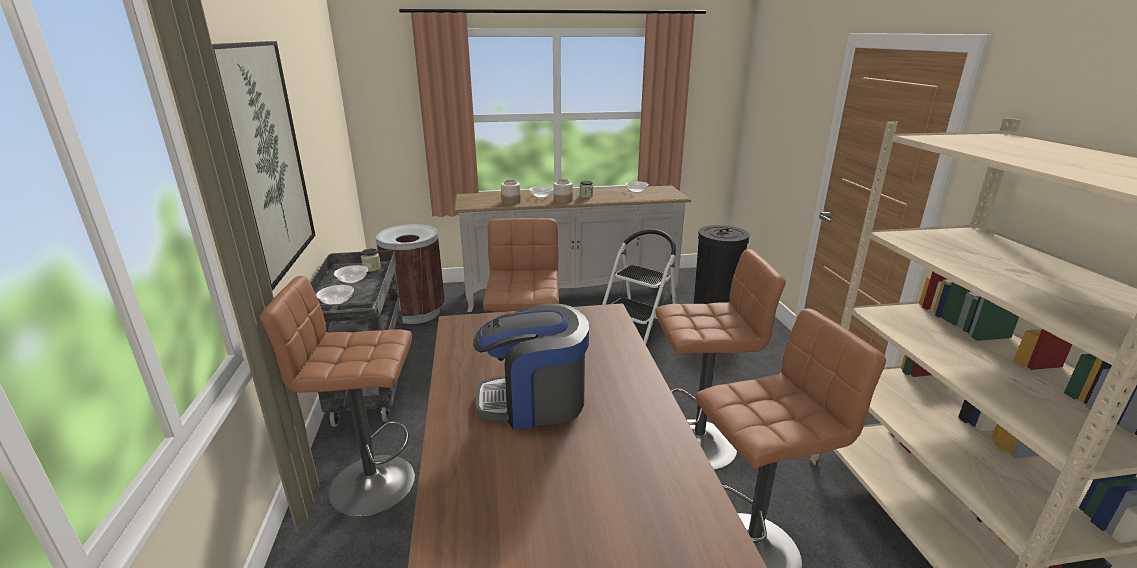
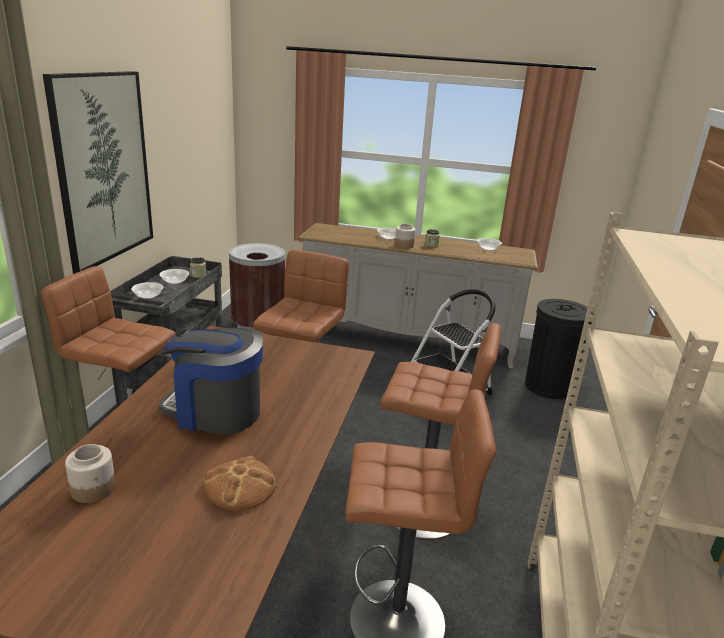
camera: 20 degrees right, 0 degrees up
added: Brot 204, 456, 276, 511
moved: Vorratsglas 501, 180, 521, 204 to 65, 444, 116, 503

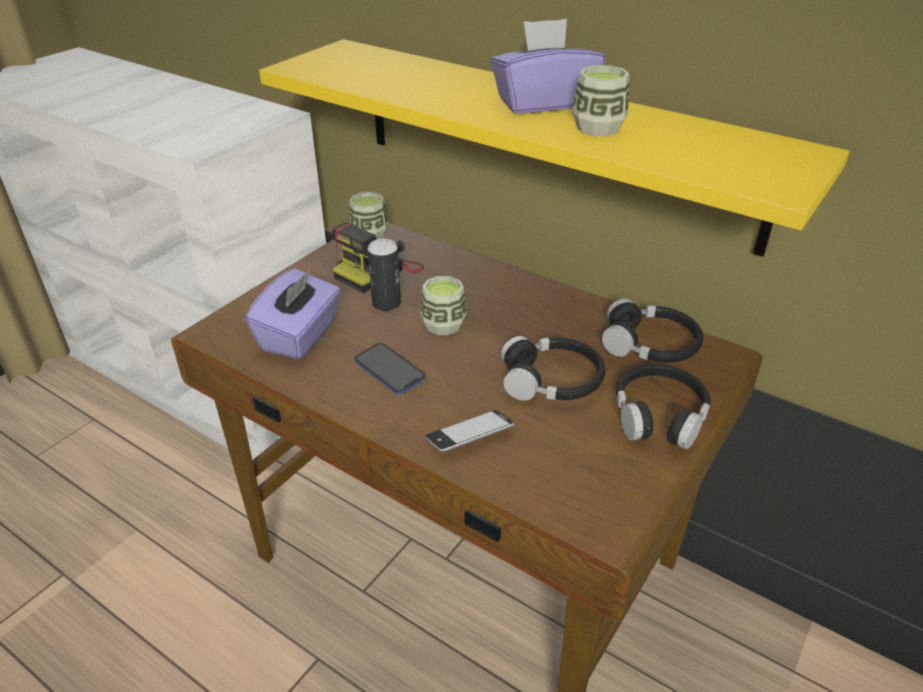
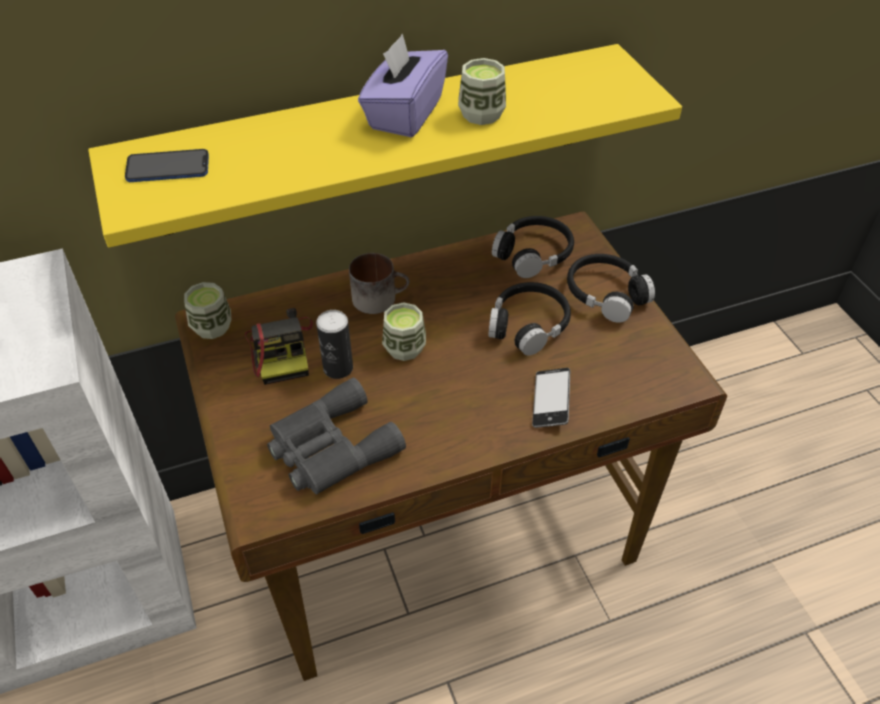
camera: 55 degrees left, 10 degrees up
added: Henkelbecher 349, 253, 410, 314
moved: Handy 355, 343, 425, 395 to 125, 149, 209, 182
replaced: Taschentuchbox/lila 245, 269, 341, 359 to Fernglas/grau 267, 378, 406, 495

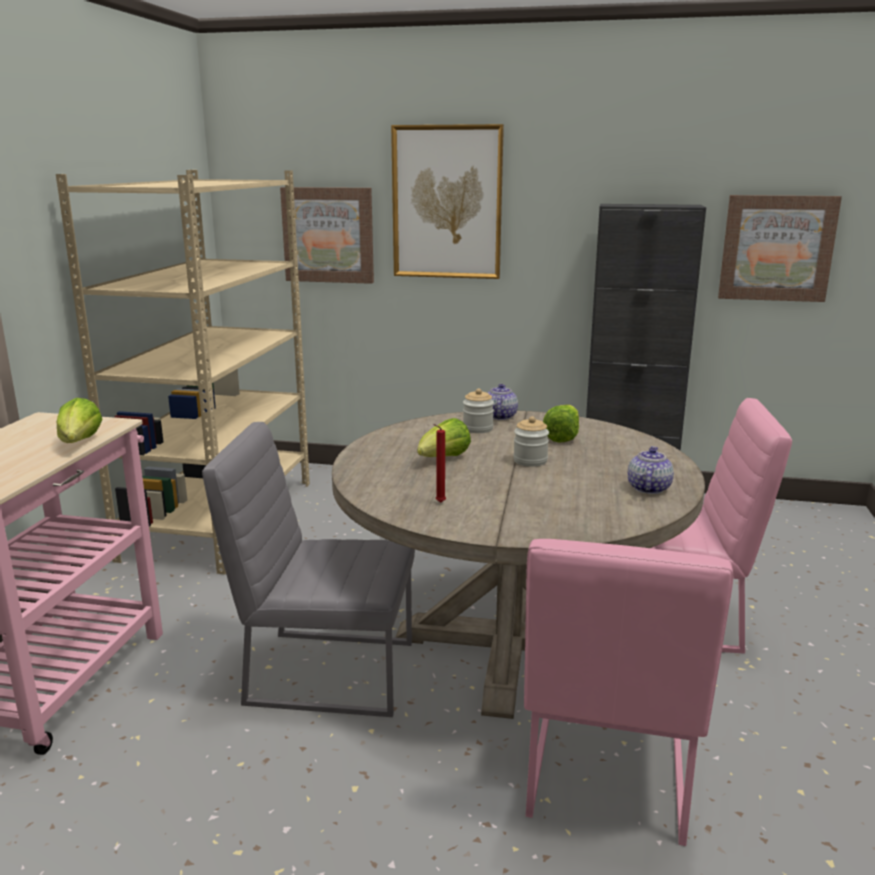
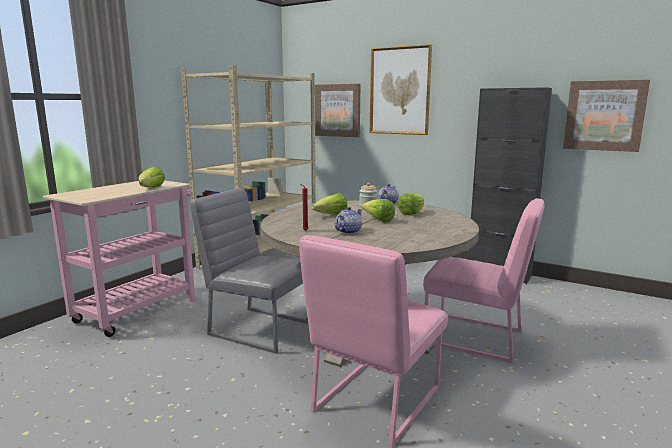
camera: 20 degrees right, 5 degrees down
moved: Teekanne 628, 446, 674, 494 to 335, 207, 362, 234
replaced: Vorratsglas 513, 416, 549, 467 to Salatkopf 361, 199, 395, 222

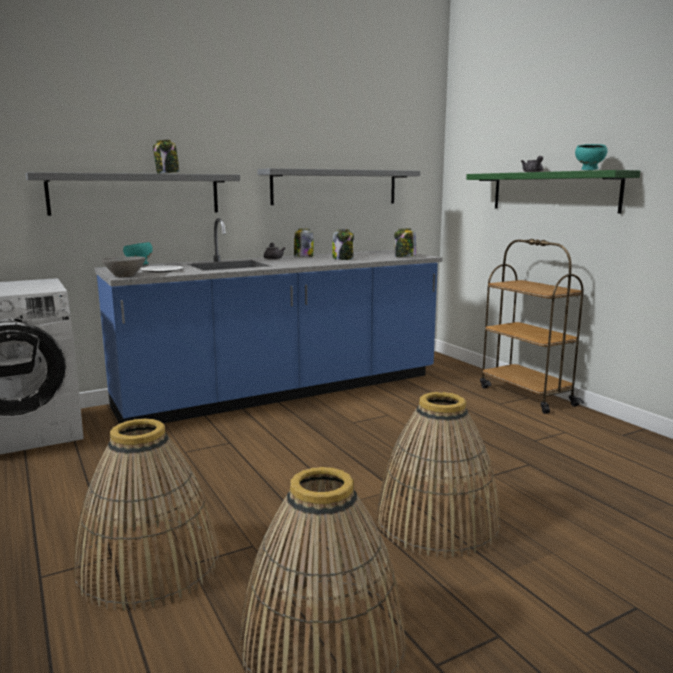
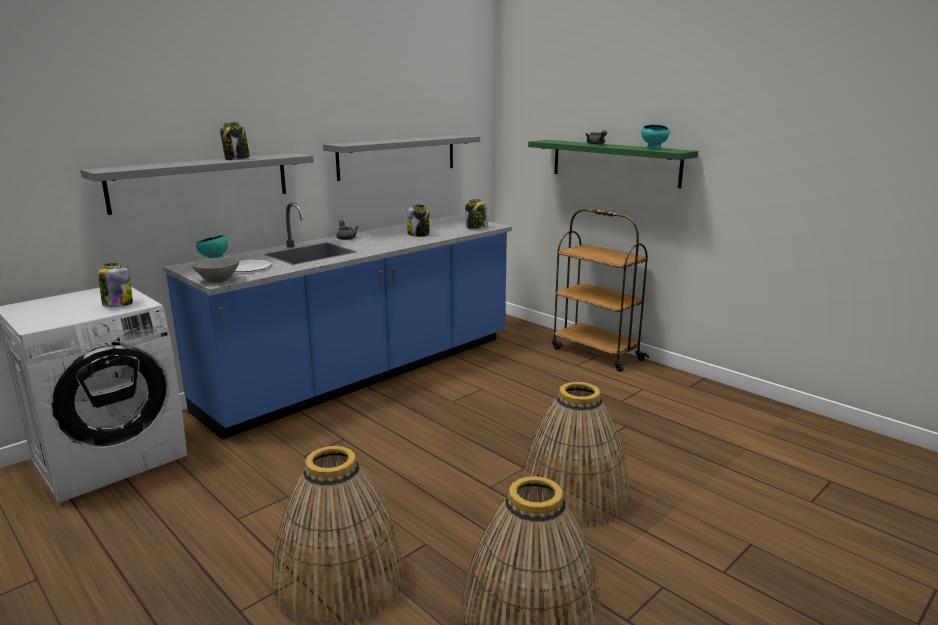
camera: 15 degrees left, 5 degrees up
moved: Vorratsglas 294, 228, 314, 257 to 98, 263, 133, 307

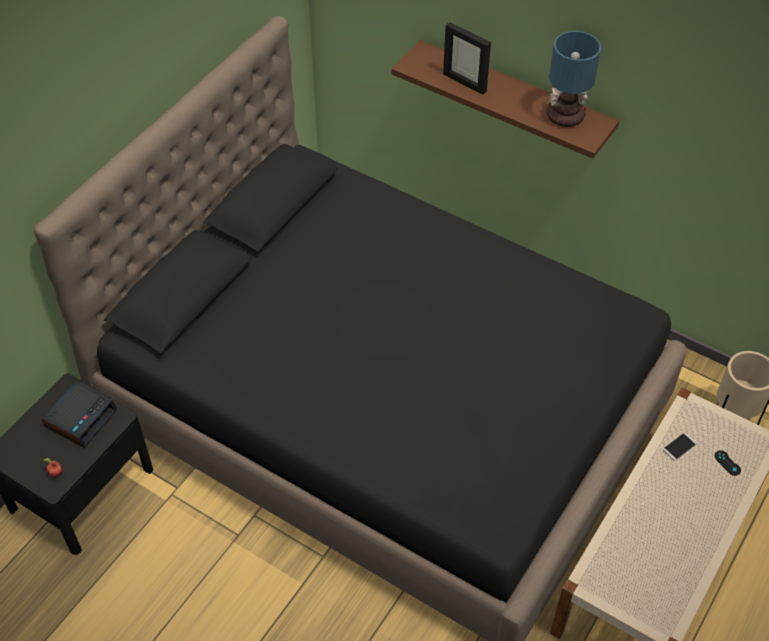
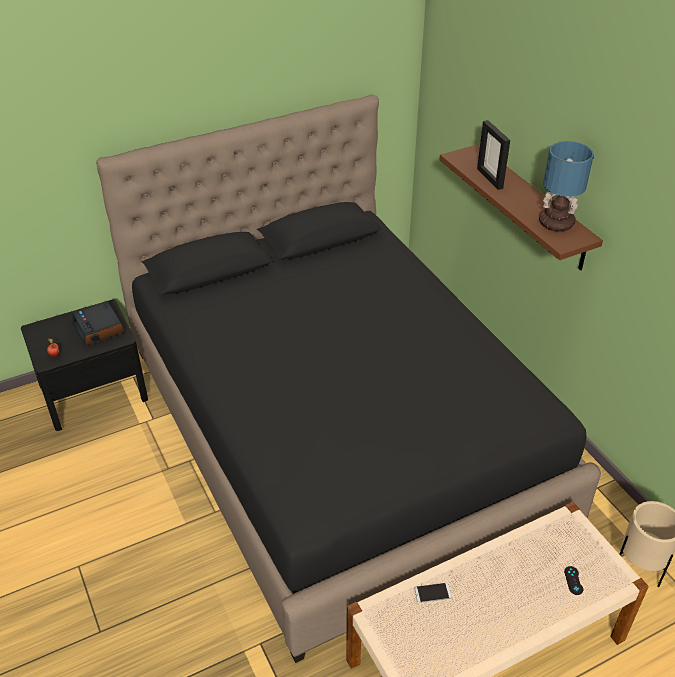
camera: 30 degrees right, 10 degrees down
moved: Handy 663, 433, 697, 461 to 414, 583, 452, 603
turned: Wecker 41, 381, 118, 448 = 72, 301, 124, 346 90 degrees clockwise

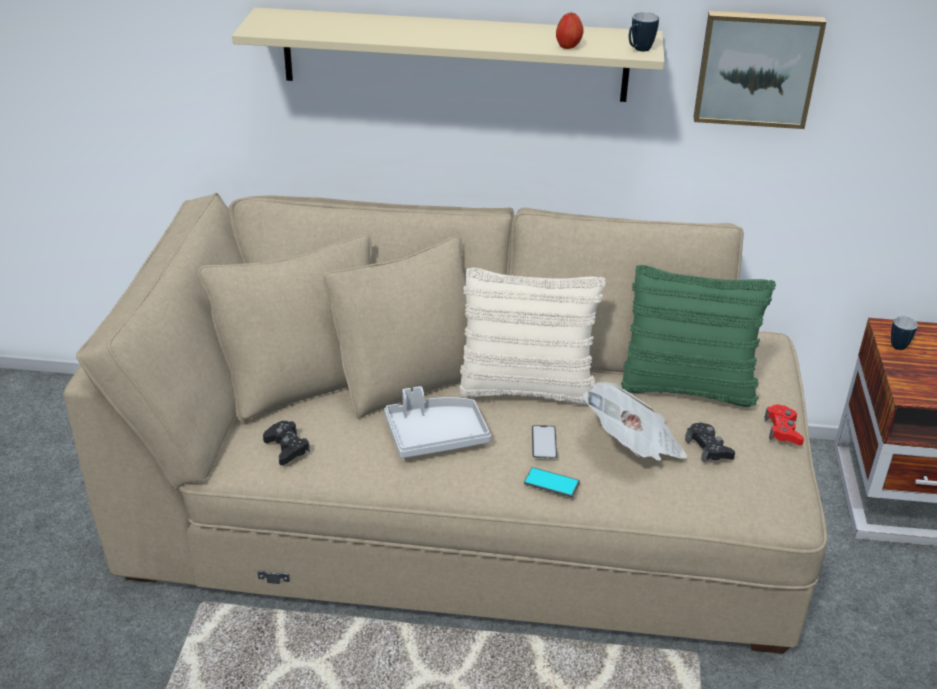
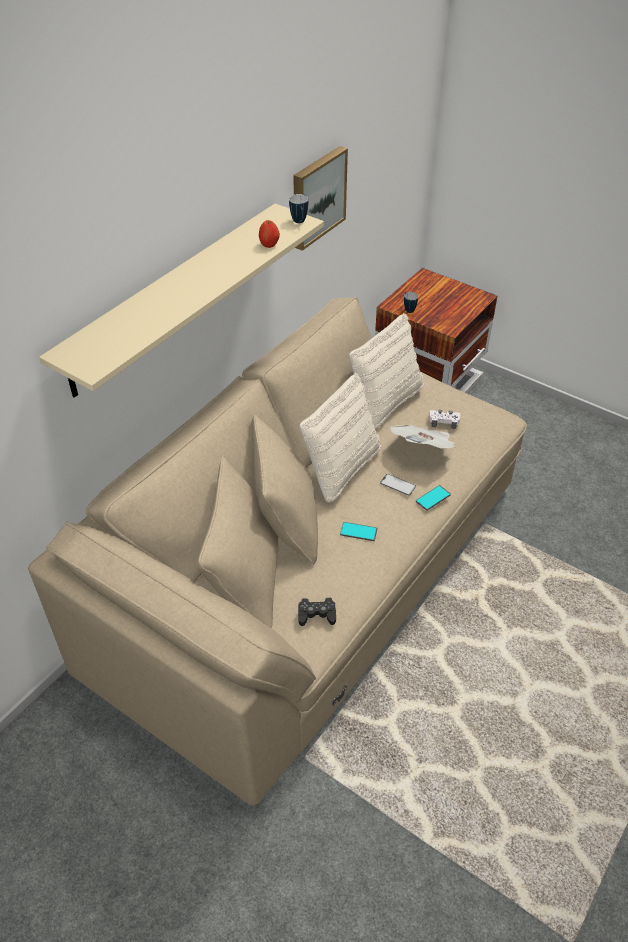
camera: 60 degrees left, 10 degrees up
removed: Gamepad/rot 764, 405, 804, 446
replaced: Tablett/grau 384, 386, 491, 458 to Handy 340, 522, 377, 541
recoloured: Kissen/grün 621, 265, 776, 407 to Kissen/beige 349, 313, 424, 430; Gamepad/schwarz 685, 422, 735, 463 to Gamepad/weiß 429, 410, 460, 429

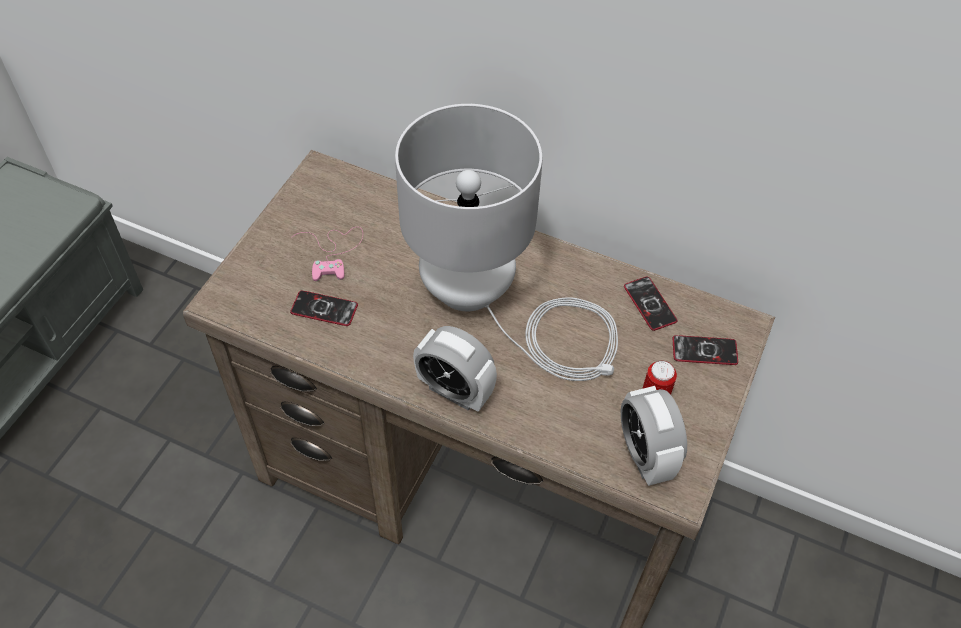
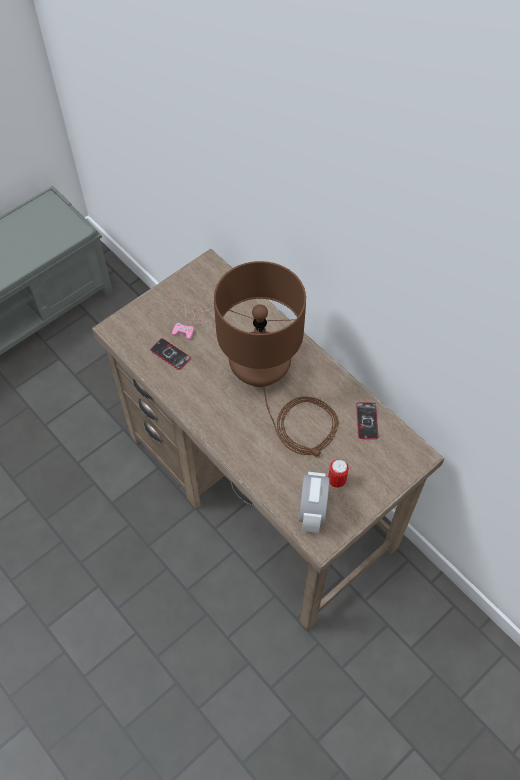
camera: 25 degrees right, 5 degrees up
removed: Wecker 413, 326, 497, 412; Handy 673, 335, 738, 365
recoloured: Tischlampe/weiß 395, 104, 618, 381 to Tischlampe/braun 214, 261, 338, 457

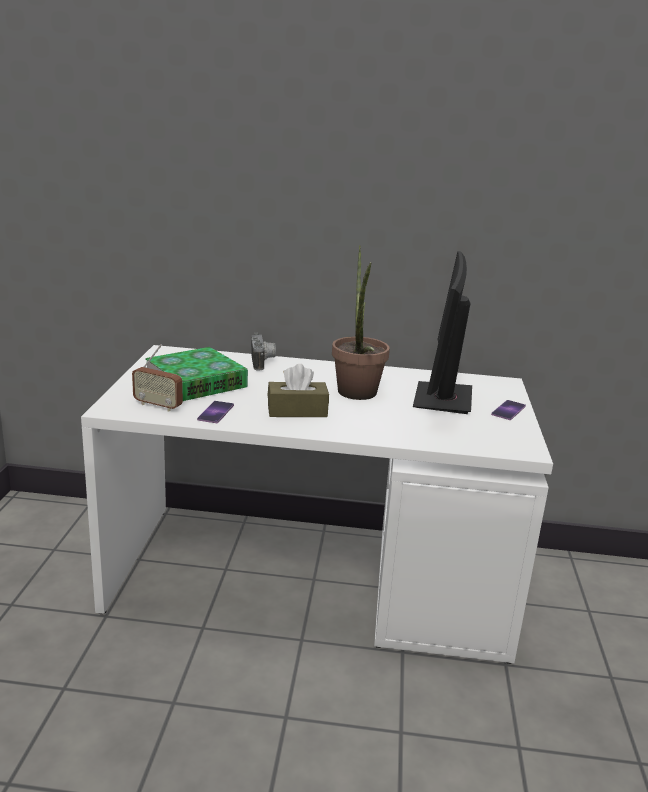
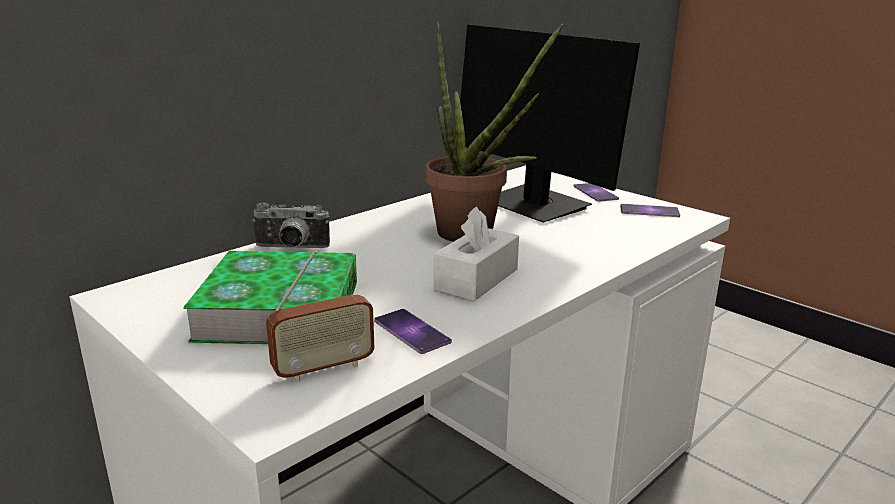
camera: 50 degrees left, 0 degrees up
added: Handy 620, 204, 680, 217
recoloured: Taschentuchbox/braun 268, 364, 329, 417 to Taschentuchbox/weiß 434, 206, 519, 301
turned: Kamera 251, 332, 276, 370 = 252, 203, 330, 248 150 degrees clockwise

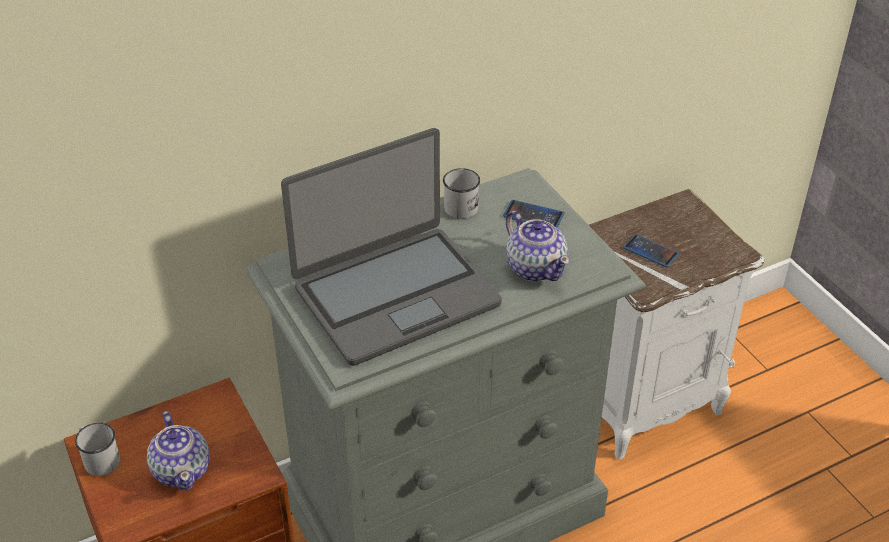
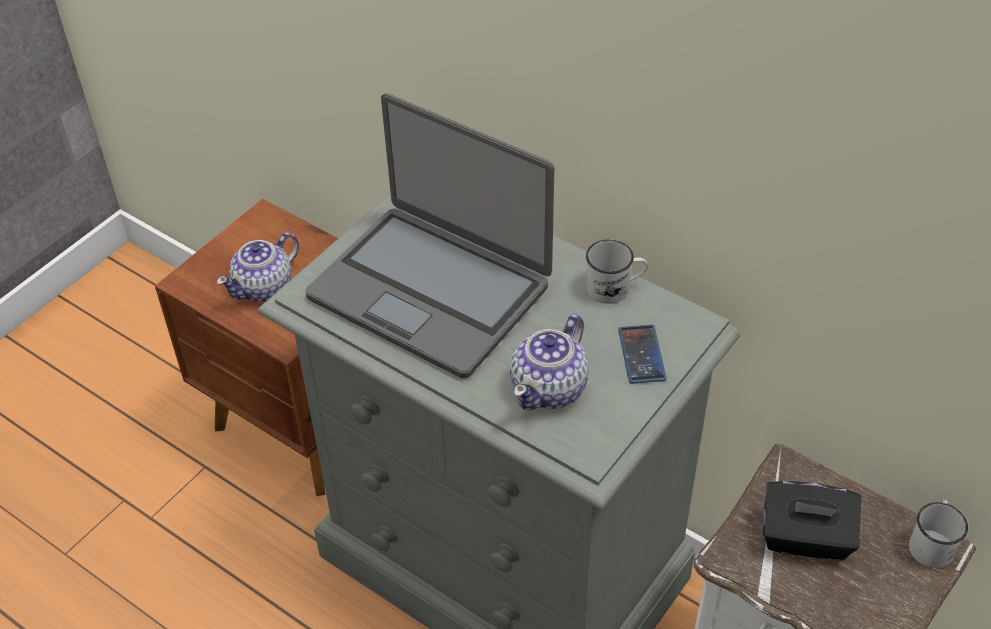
camera: 65 degrees right, 5 degrees up
moved: Henkelbecher/weiß 75, 423, 120, 476 to 909, 499, 968, 568
replaced: Handy 623, 234, 679, 267 to Taschentuchbox/schwarz 763, 481, 862, 560

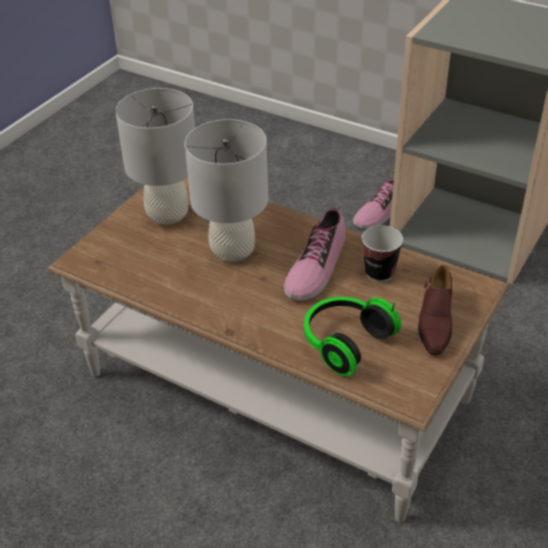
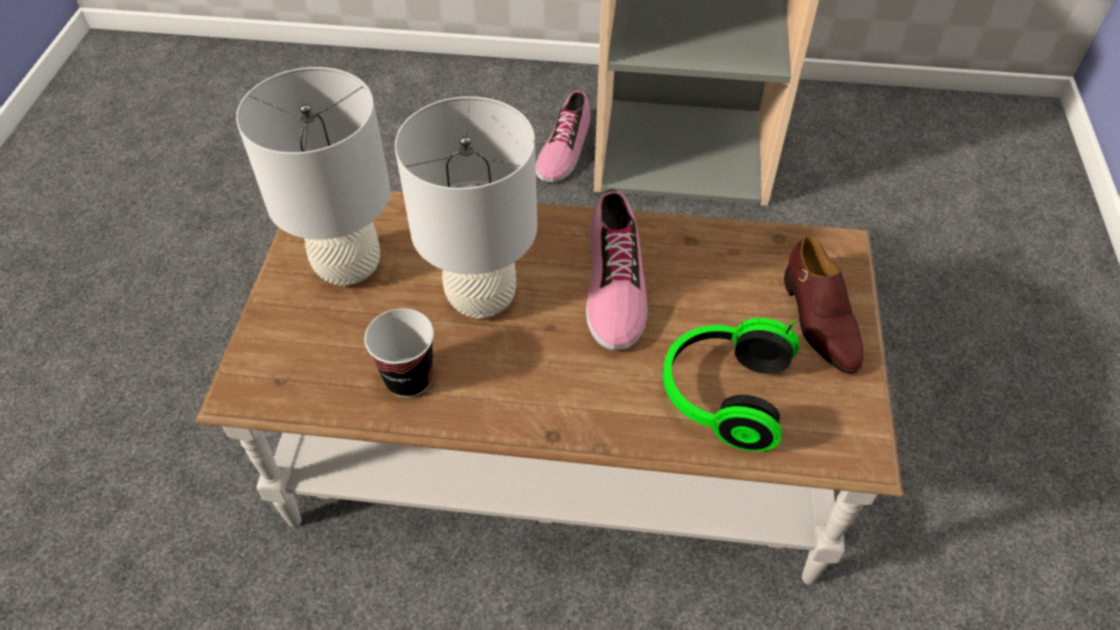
camera: 25 degrees left, 10 degrees up
moved: Tasse 362, 225, 403, 282 to 364, 308, 434, 398

